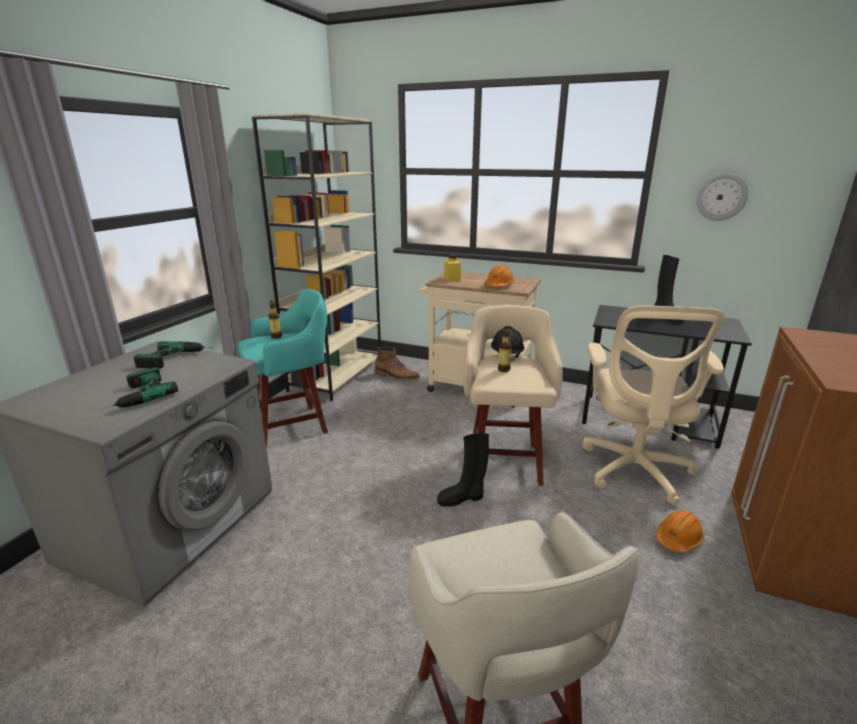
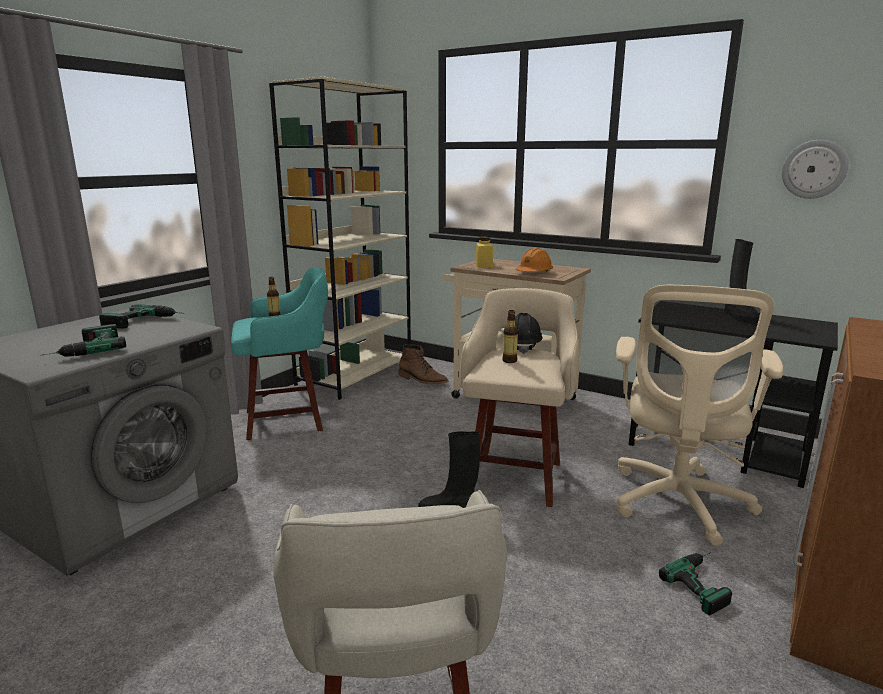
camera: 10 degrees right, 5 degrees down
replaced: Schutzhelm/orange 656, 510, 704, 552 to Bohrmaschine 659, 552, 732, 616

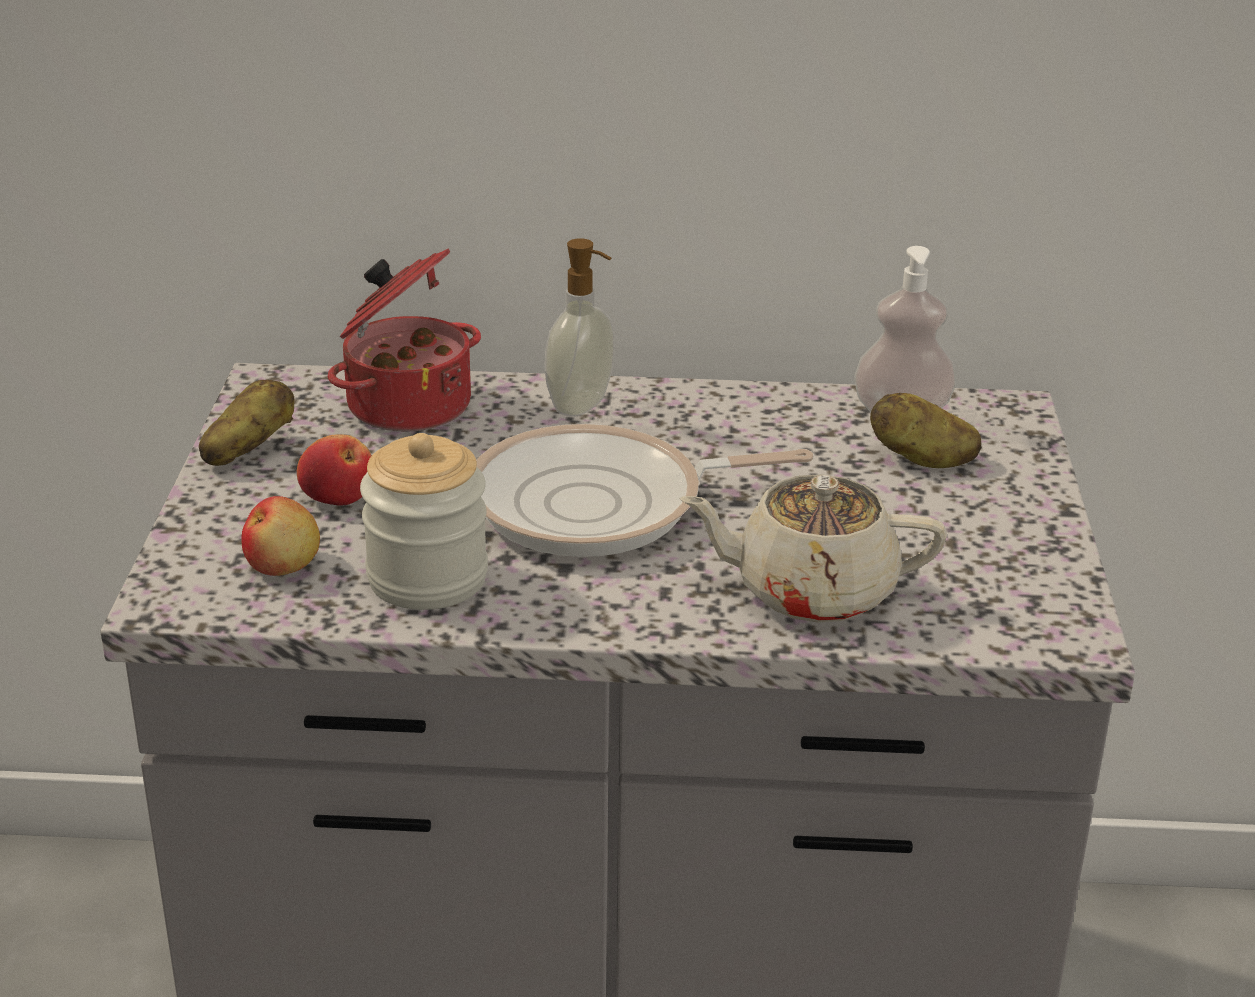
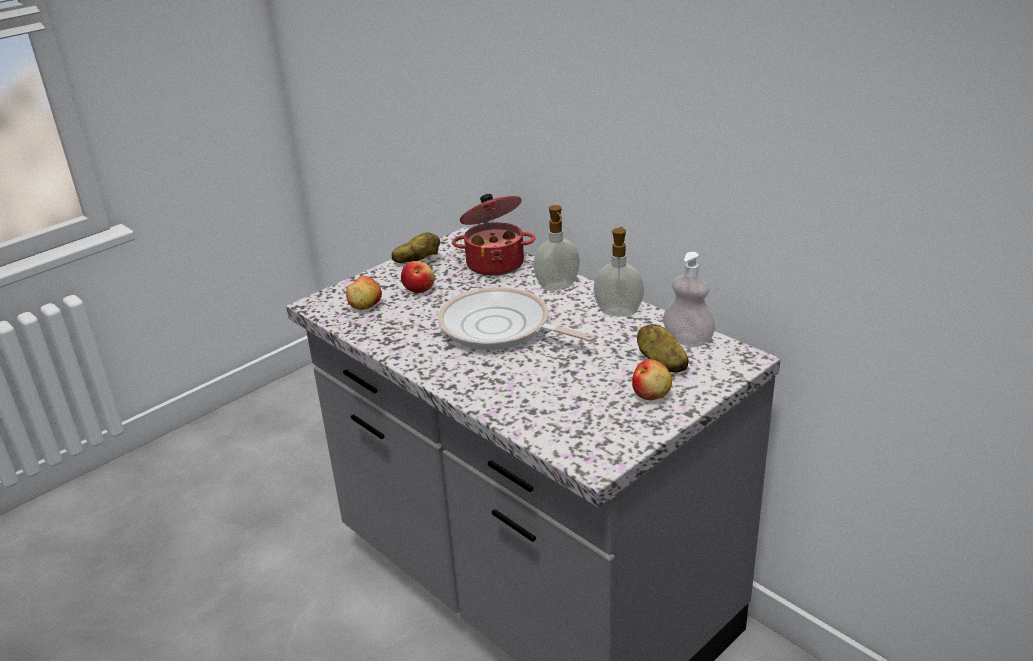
camera: 45 degrees right, 0 degrees up
removed: Vorratsglas 360, 433, 488, 610; Teekanne/beige 679, 474, 947, 623
added: Seifenspender 593, 227, 644, 317; Apfel 632, 359, 672, 400

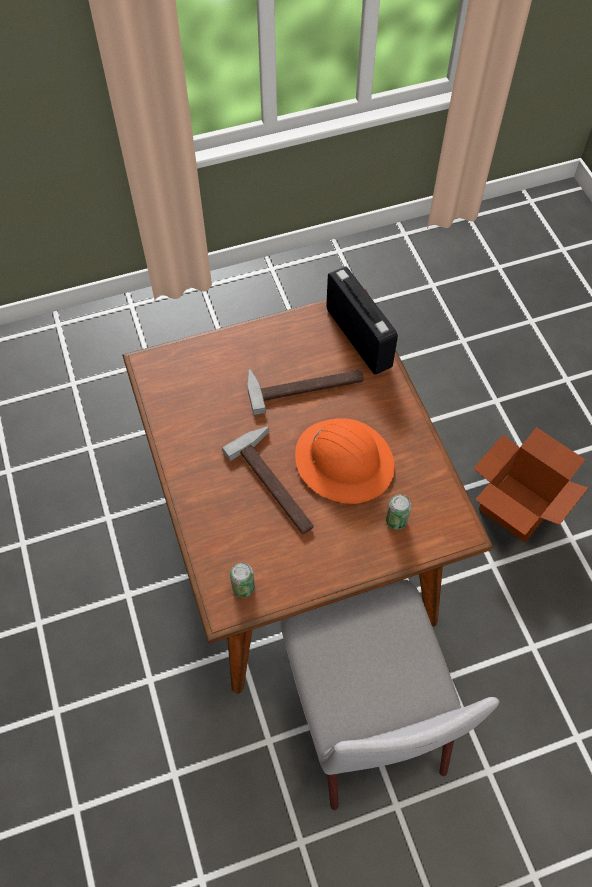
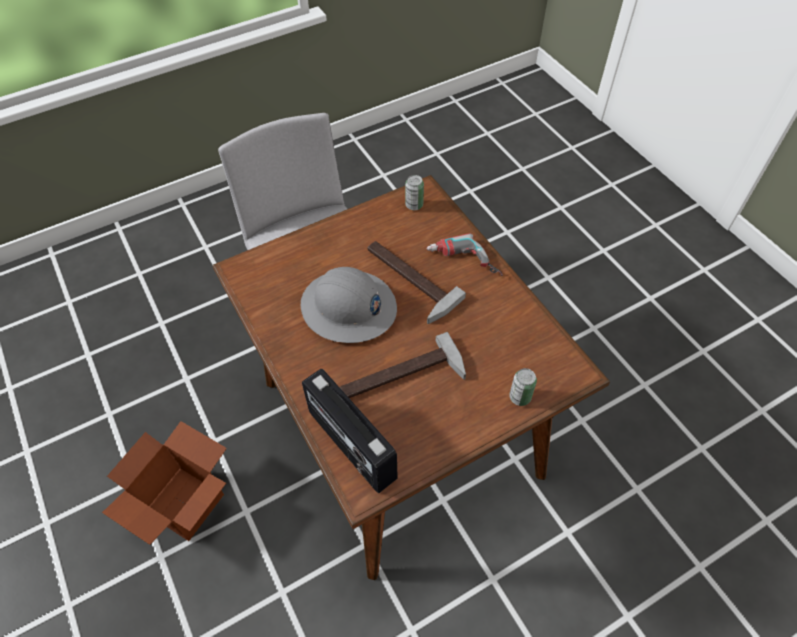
camera: 170 degrees right, 5 degrees down
added: Bohrmaschine 426, 233, 503, 276
moved: Dose 386, 494, 411, 530 to 509, 368, 537, 406
recoloured: Schutzhelm/orange 295, 418, 395, 504 to Schutzhelm/grau 301, 267, 397, 343

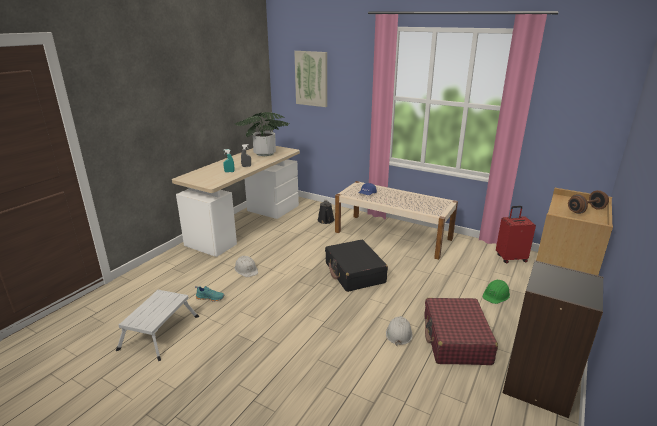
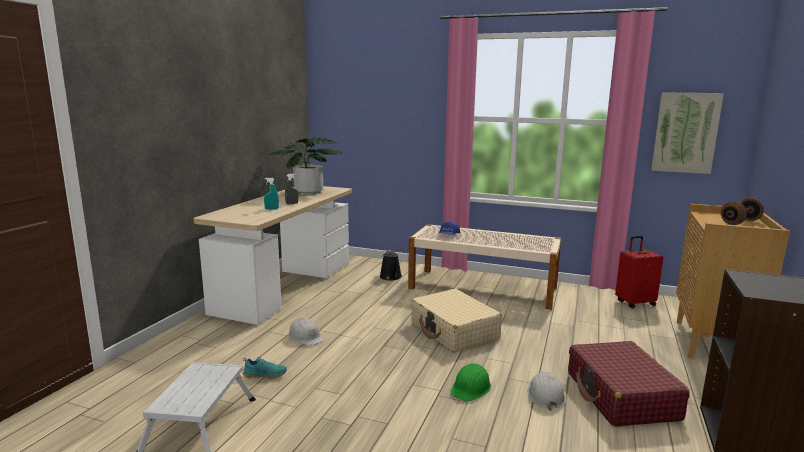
camera: 10 degrees left, 10 degrees down
moved: Bild 294, 51, 327, 107 to 651, 92, 724, 174; Schutzhelm/grün 482, 280, 510, 304 to 450, 363, 491, 401
recoloured: Koffer/schwarz 325, 240, 388, 292 to Koffer/beige 411, 289, 502, 353

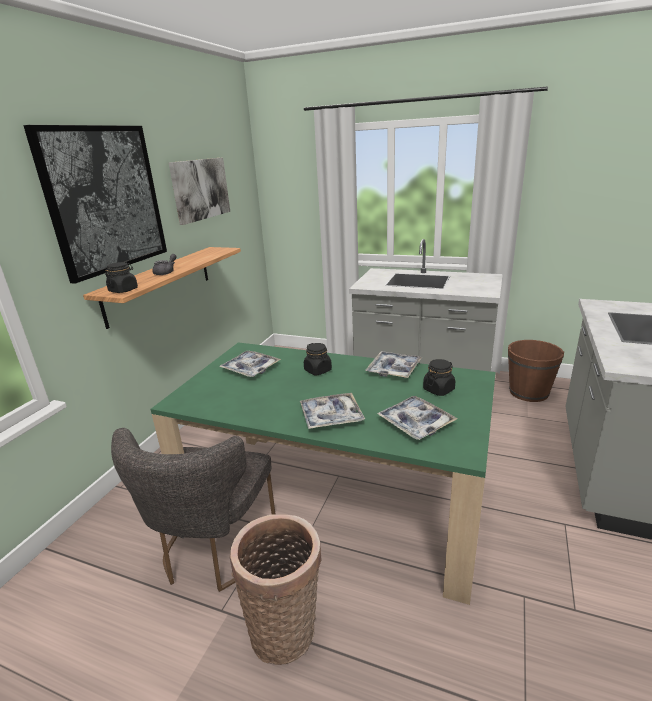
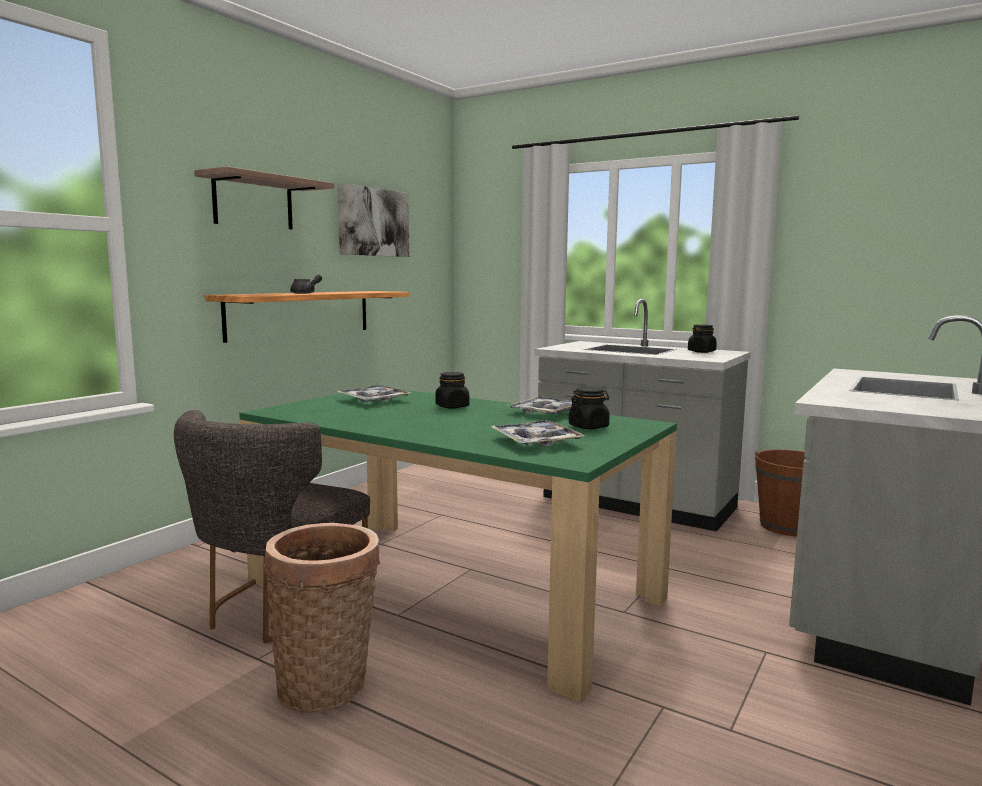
camera: 10 degrees right, 15 degrees down
removed: Tablett 300, 393, 365, 429
moved: Vorratsglas/schwarz 105, 262, 138, 293 to 688, 324, 717, 353
replaced: Bild 23, 125, 167, 284 to Wandregal 194, 166, 334, 229

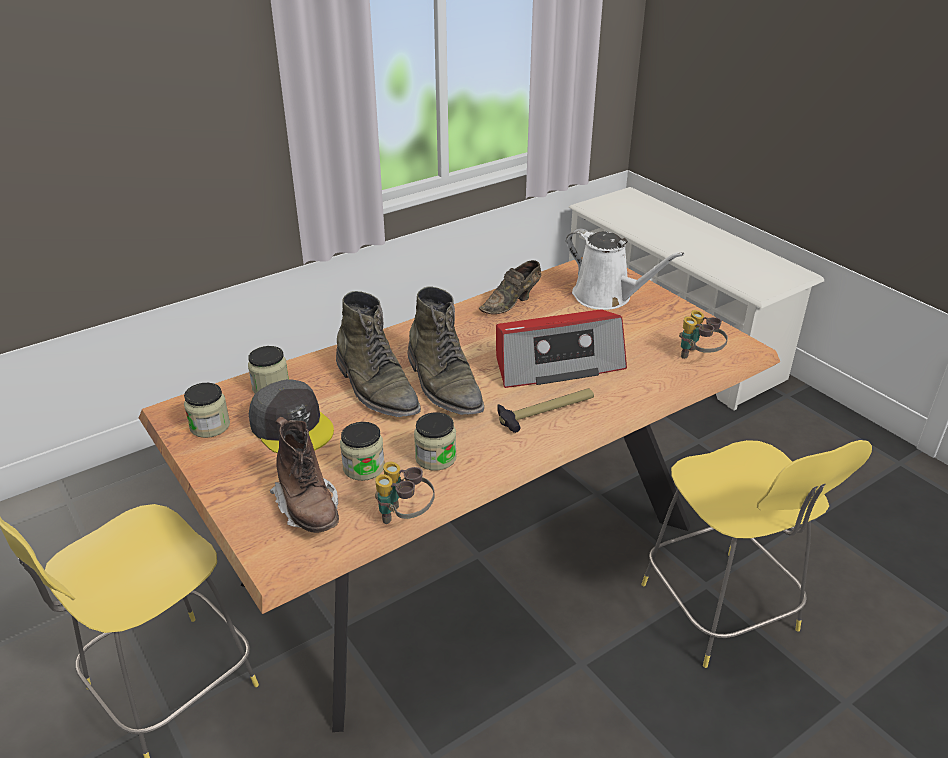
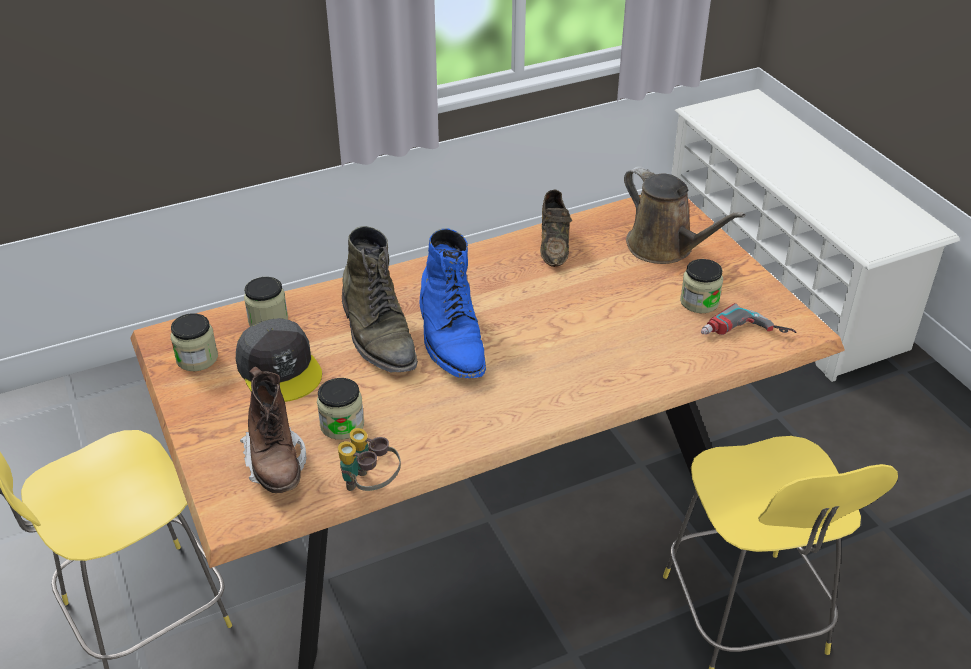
camera: 10 degrees right, 5 degrees up
removed: Radio 496, 309, 627, 388; Hammer 497, 388, 594, 433
moved: Vorratsglas 414, 412, 456, 471 to 680, 259, 723, 313
replaced: Fernglas 679, 310, 728, 359 to Bohrmaschine 701, 303, 797, 335
recoloured: Stiefel/grün 408, 286, 485, 415 to Stiefel/blau 419, 228, 486, 378; Gießkanne/weiß 566, 229, 685, 310 to Gießkanne/braun 624, 166, 745, 264
turned: Schuh/braun 479, 260, 541, 314 = 540, 190, 572, 267 60 degrees counterclockwise

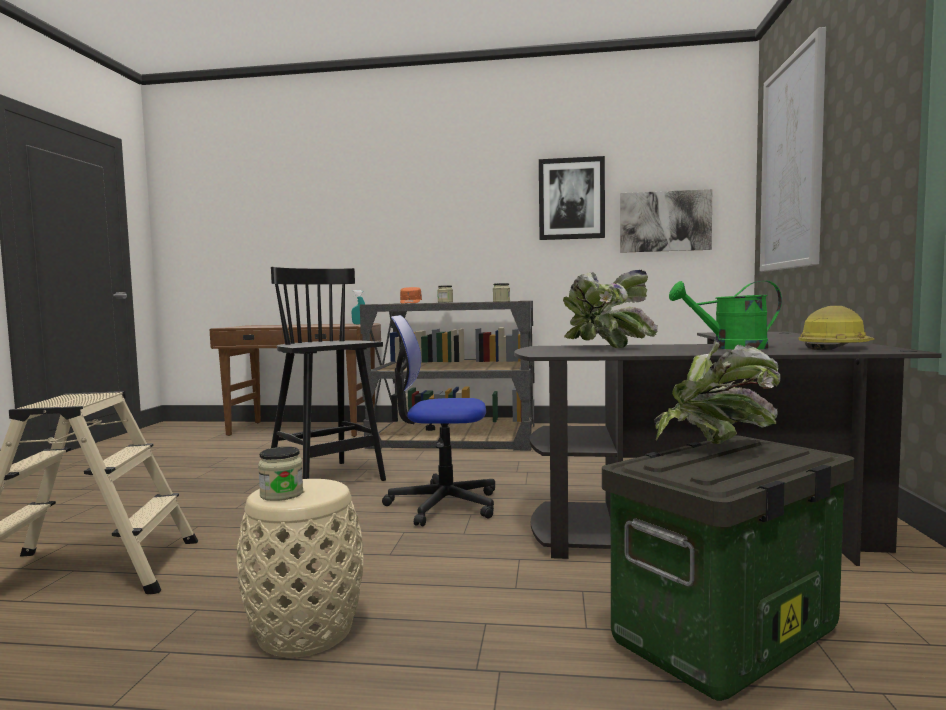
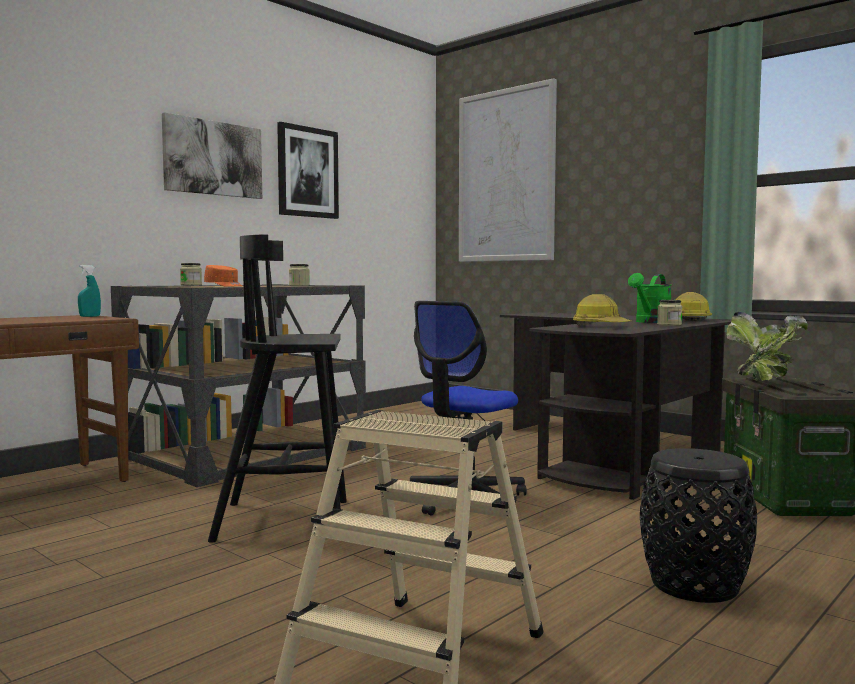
camera: 55 degrees left, 0 degrees up
moved: Vorratsglas 258, 447, 303, 501 to 657, 300, 682, 326; Bild 620, 189, 712, 253 to 162, 112, 262, 199
replaced: Topfpflanze 563, 270, 658, 348 to Schutzhelm 573, 294, 631, 325
recoloured: Hocker/beige 236, 479, 364, 657 to Hocker/schwarz 640, 448, 757, 603

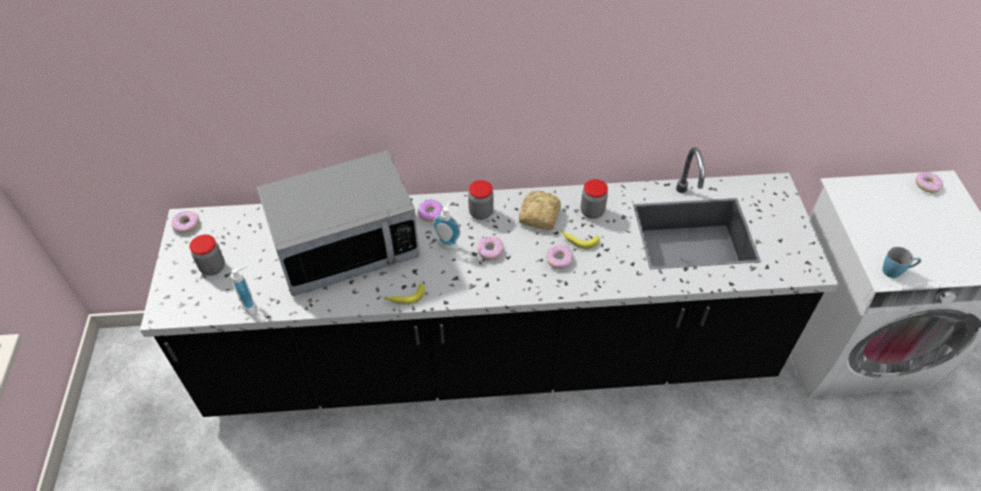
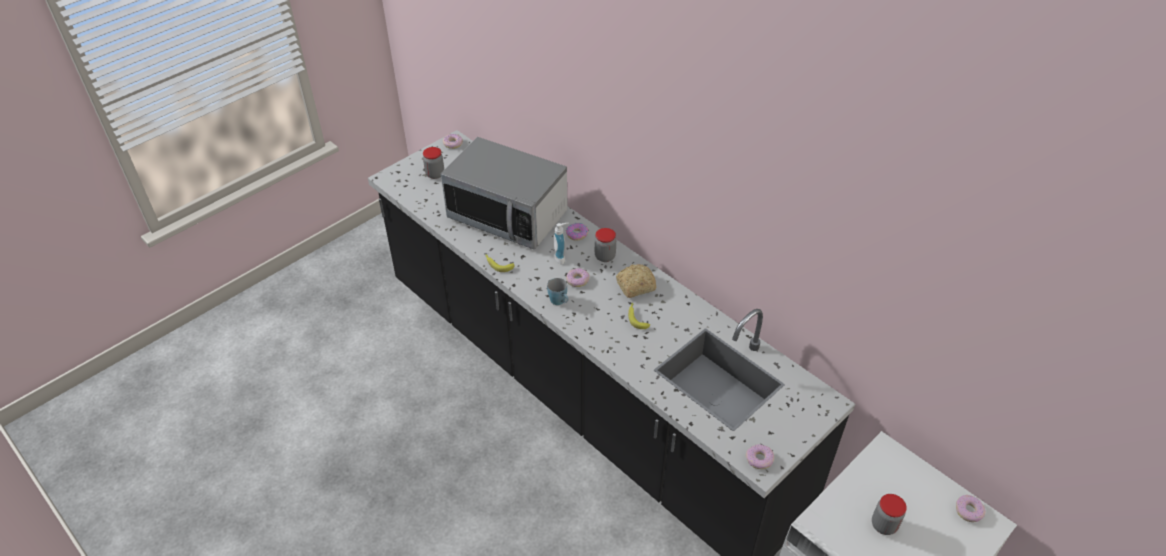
camera: 50 degrees right, 5 degrees down
removed: Seifenspender 231, 266, 256, 315
moved: Donut 546, 245, 574, 269 to 746, 444, 774, 469; Vorratsglas 581, 179, 608, 219 to 872, 494, 907, 535; Henkelbecher/blau 882, 247, 921, 278 to 547, 278, 568, 305

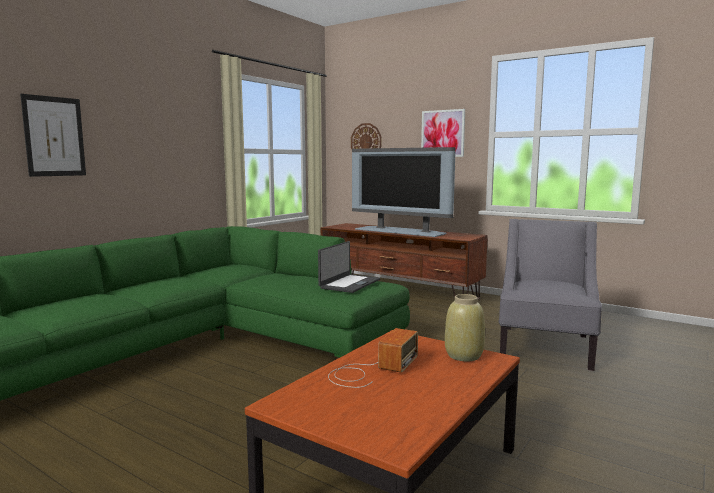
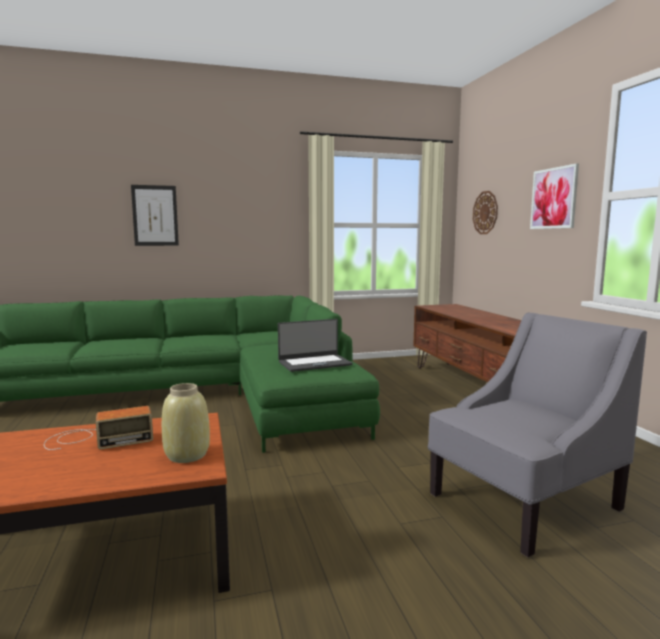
camera: 40 degrees right, 0 degrees up
removed: Fernseher 352, 147, 456, 237

